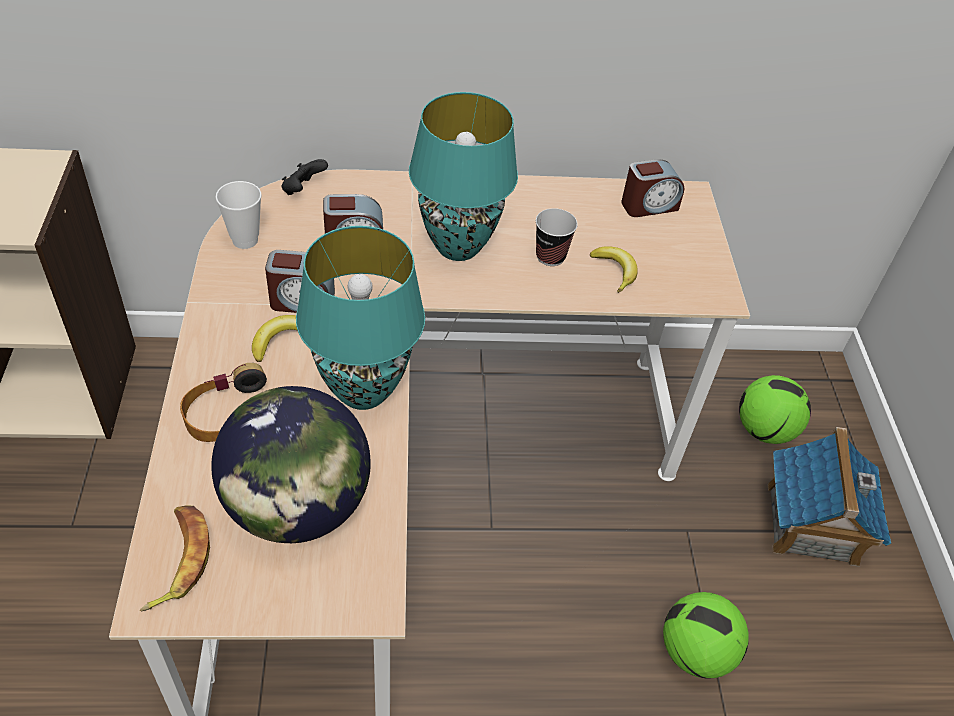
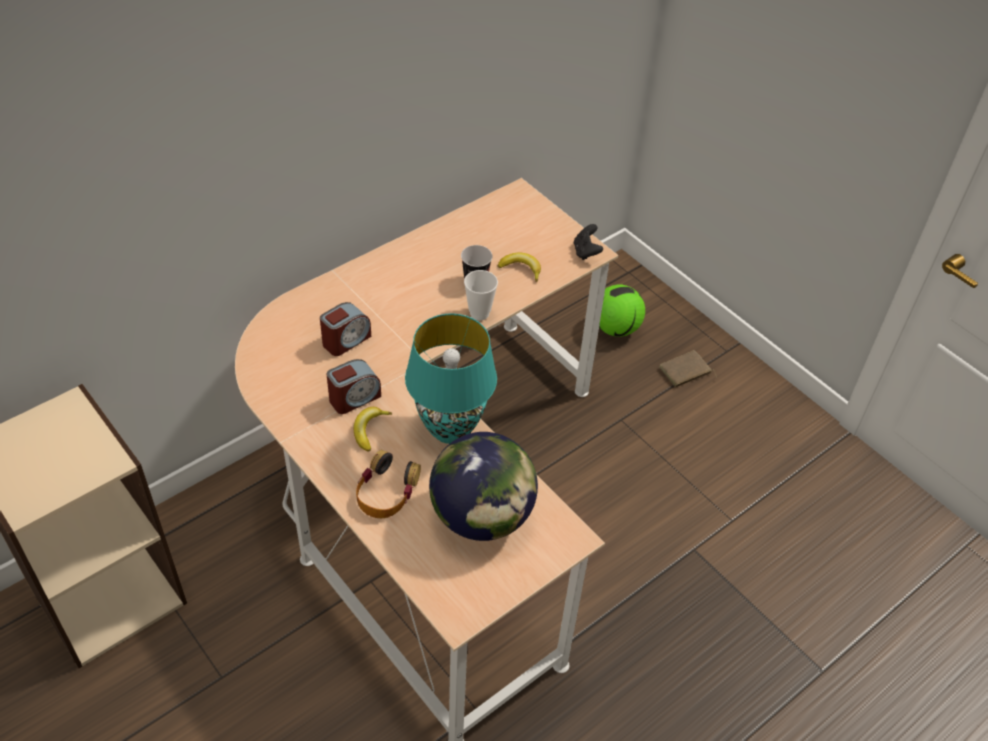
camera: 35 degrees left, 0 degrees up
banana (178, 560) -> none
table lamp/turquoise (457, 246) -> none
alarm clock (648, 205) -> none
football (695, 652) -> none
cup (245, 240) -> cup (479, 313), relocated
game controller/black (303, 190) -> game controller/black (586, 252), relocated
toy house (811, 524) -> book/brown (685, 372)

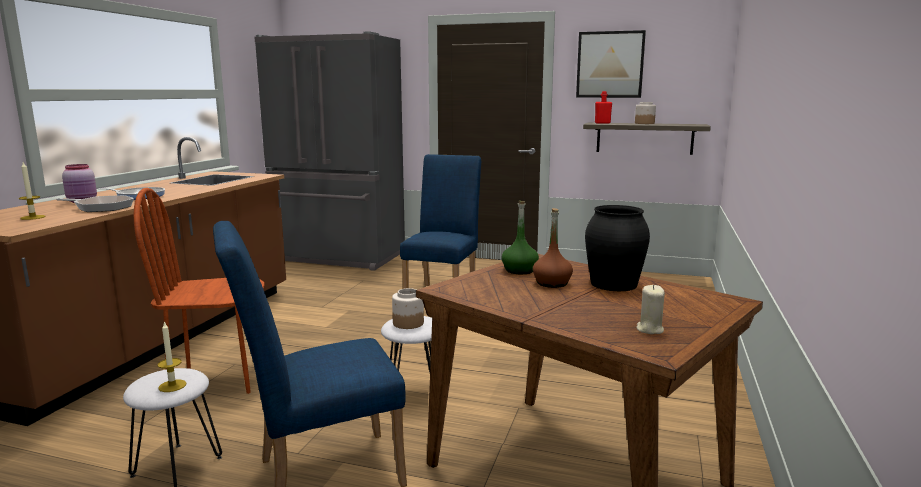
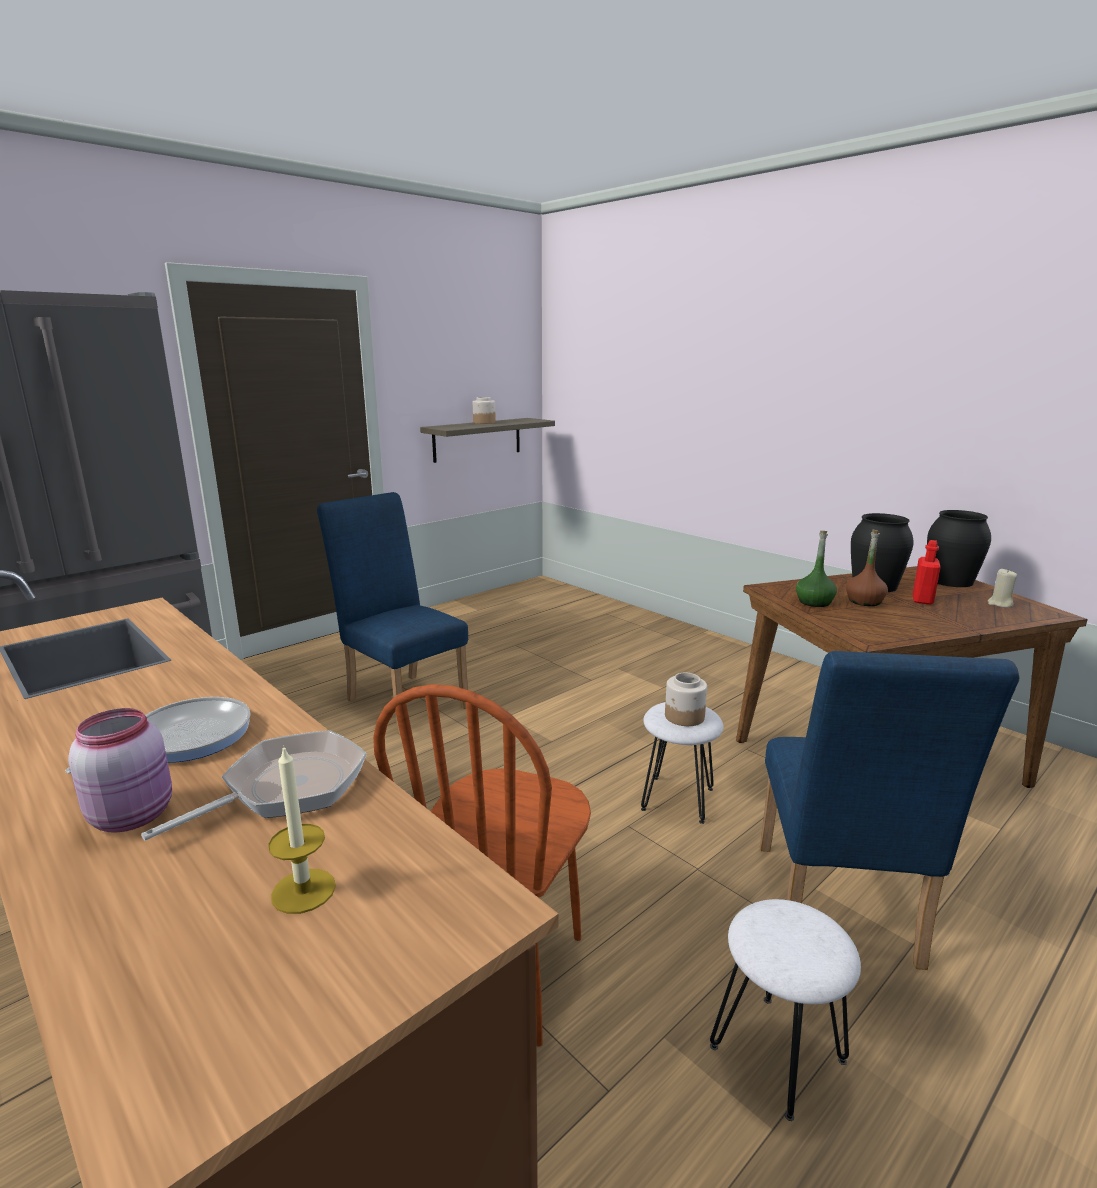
camera: 60 degrees left, 5 degrees up
candle (172, 386) -> none
picture (610, 64) -> none
none -> vase/black (950, 581)
bottle/red (602, 123) -> bottle/red (922, 600), relocated

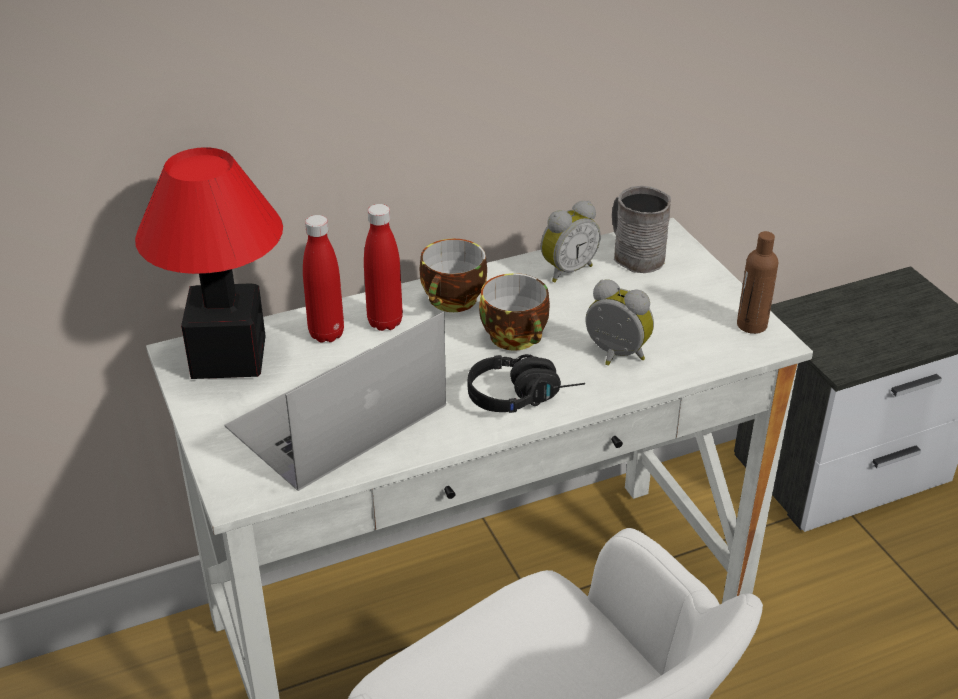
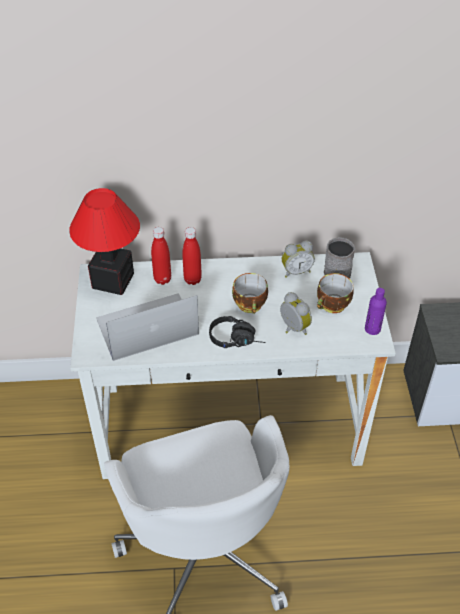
camera: 20 degrees right, 10 degrees up
cup (453, 302) -> cup (332, 306), relocated
bottle/brown (751, 325) -> bottle/purple (372, 329)

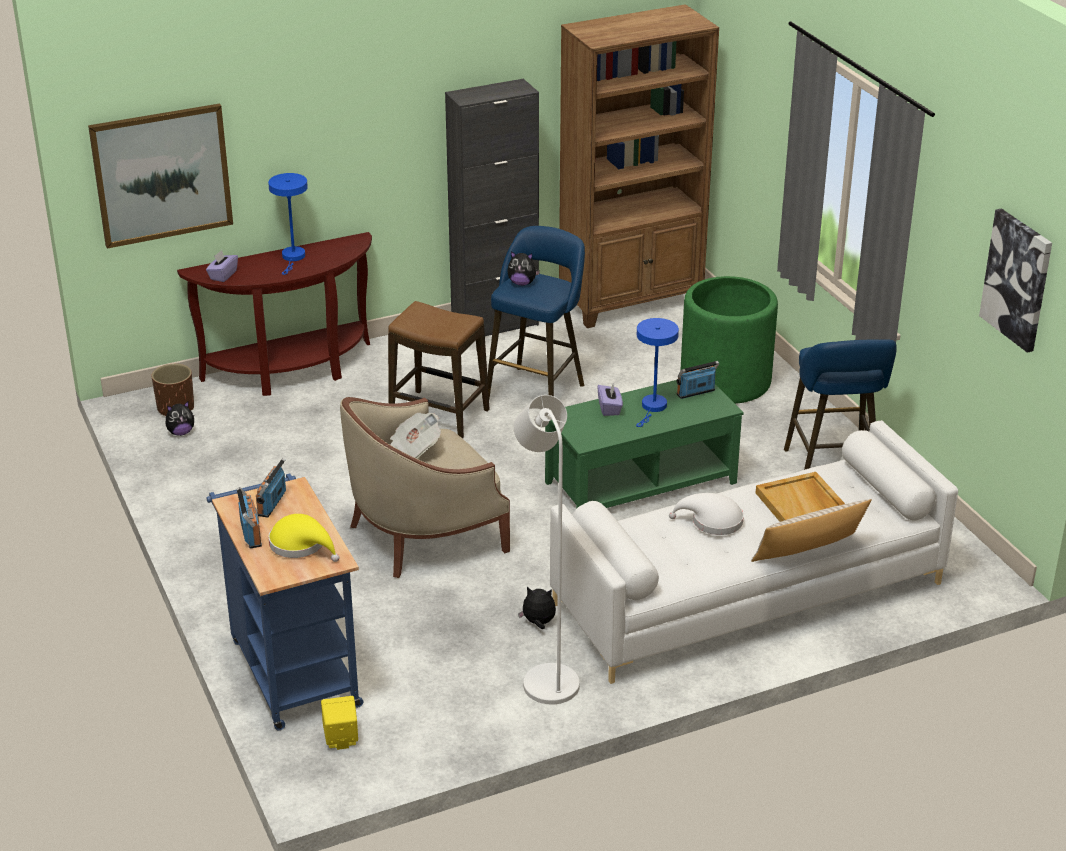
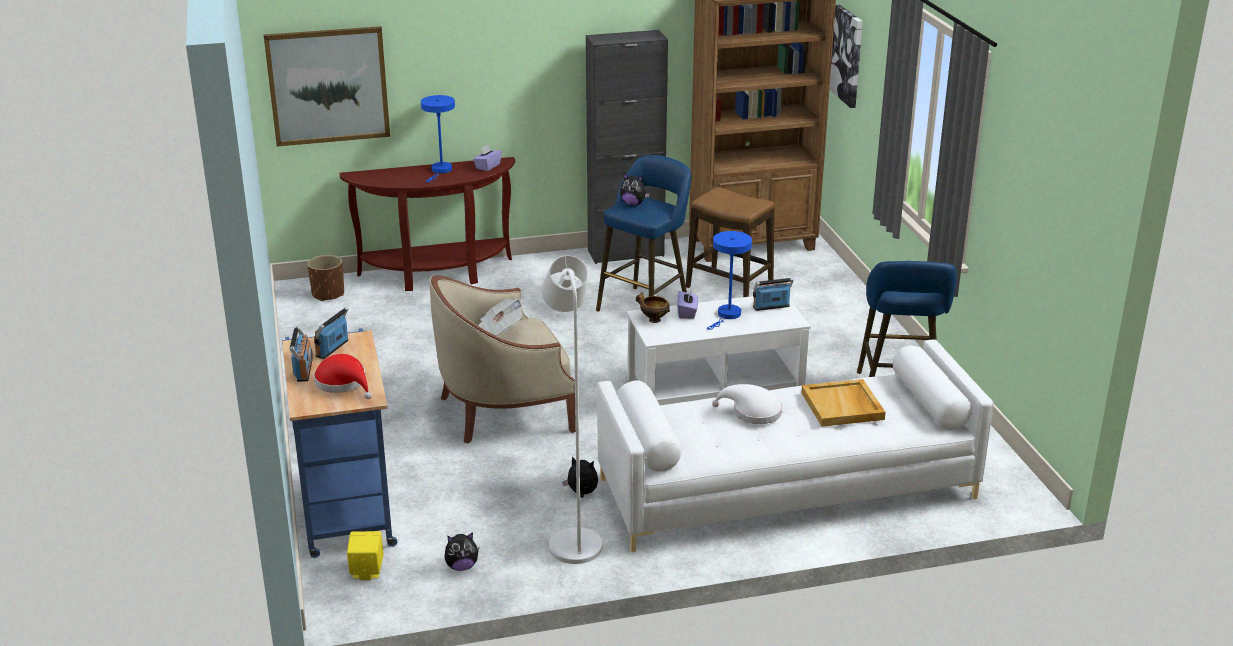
camera: 10 degrees right, 5 degrees down
planter/green (725, 381) -> none
pillow/beige (808, 551) -> none
none -> bowl (653, 320)
plush toy (181, 432) -> plush toy (462, 567), relocated
tissue box/purple (223, 275) -> tissue box/purple (487, 166), relocated
stool (439, 415) -> stool (729, 287), relocated
picture (1017, 279) -> picture (847, 56), relocated
hat/yellow (301, 545) -> hat/red (343, 383)
coffee table/green (640, 483) -> coffee table/white (715, 387)

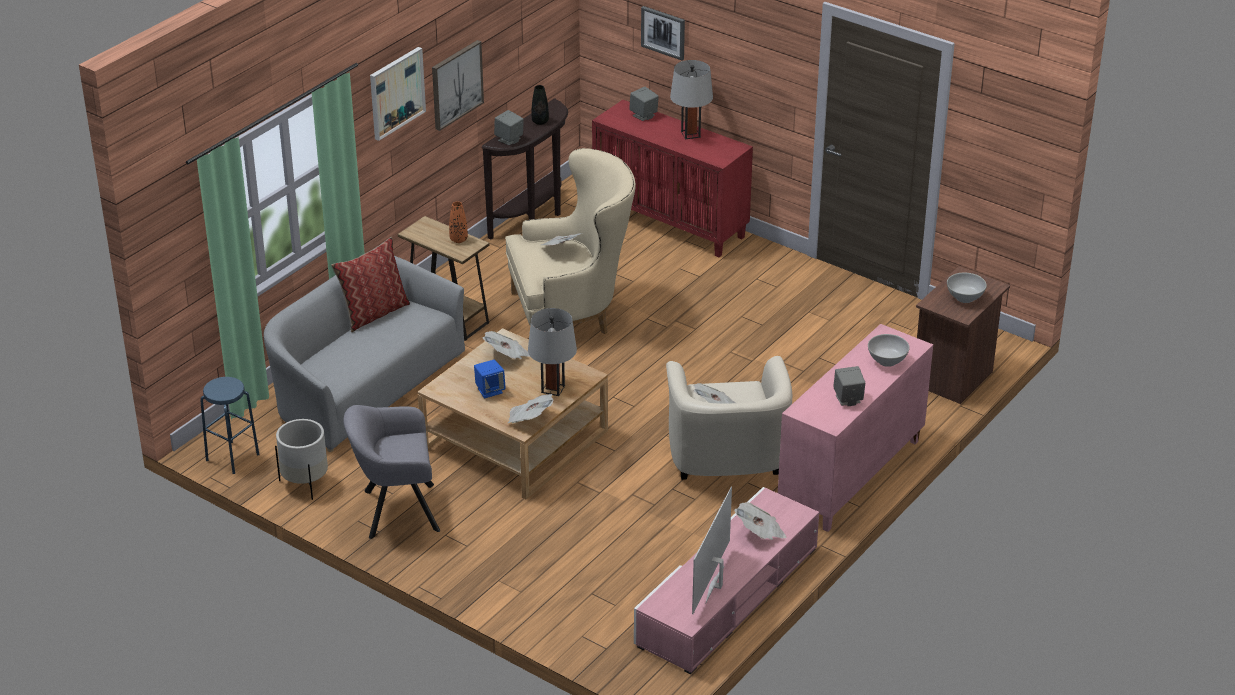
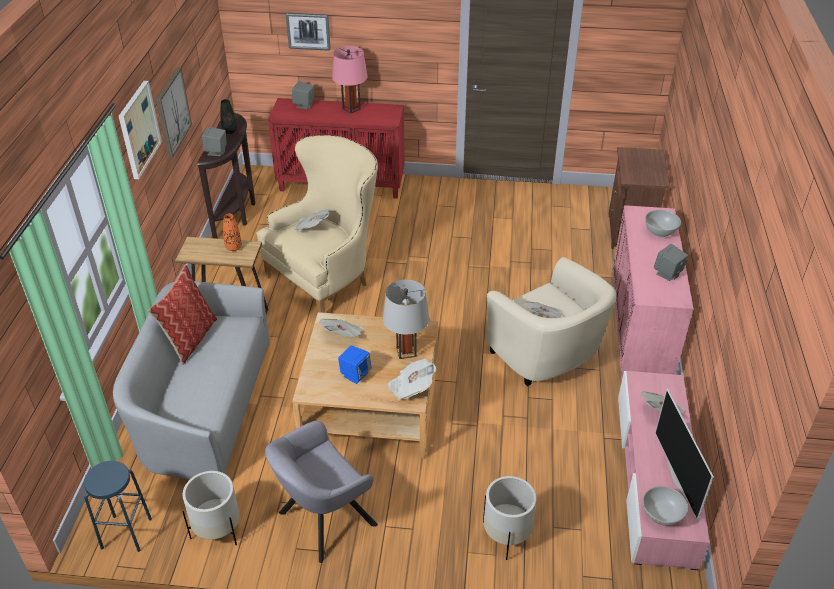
camera: 30 degrees left, 5 degrees up
none -> planter/white (506, 535)
bowl/white (965, 298) -> bowl/white (661, 515), relocated
table lamp/grey (690, 134) -> table lamp/pink (351, 108)

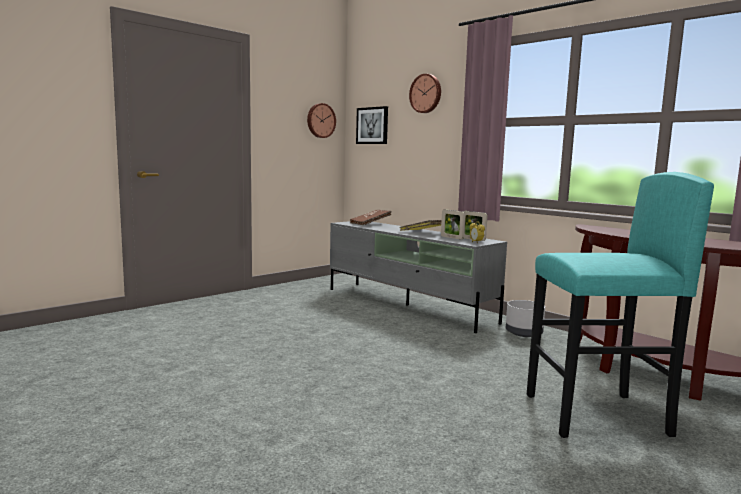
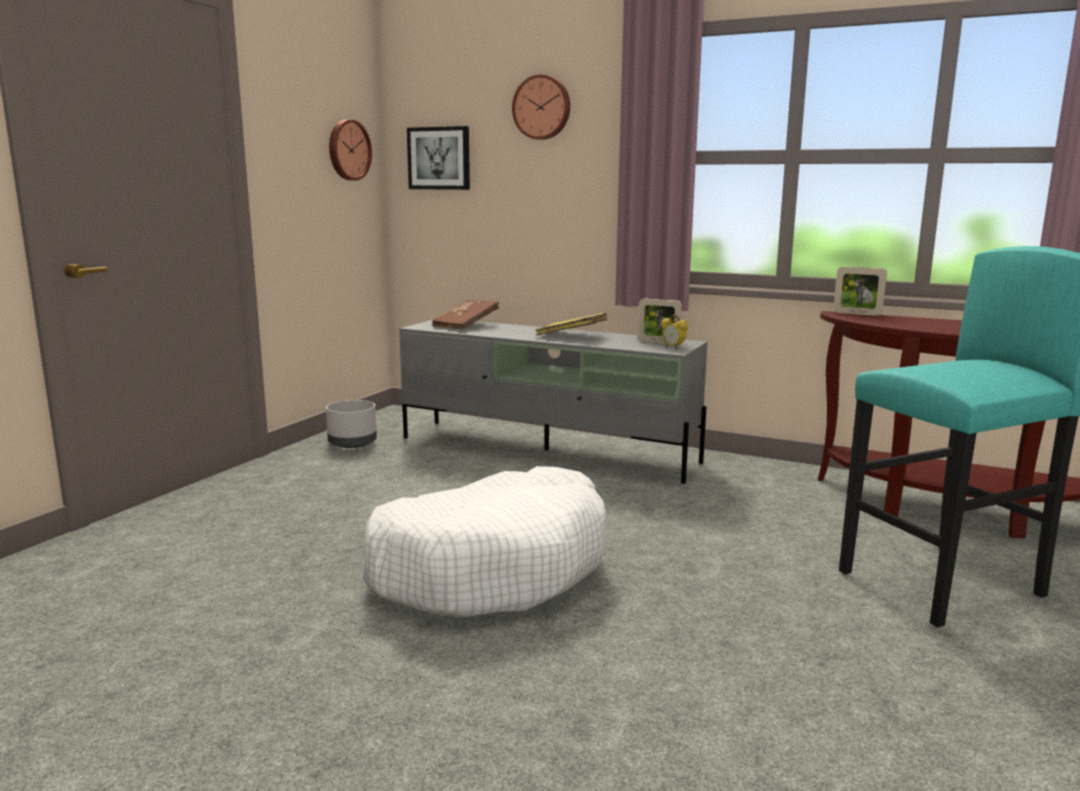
camera: 20 degrees left, 5 degrees up
none -> dog bed/white (491, 567)
picture frame (452, 237) -> picture frame (857, 314), relocated
planter/grey (524, 333) -> planter/grey (353, 443), relocated

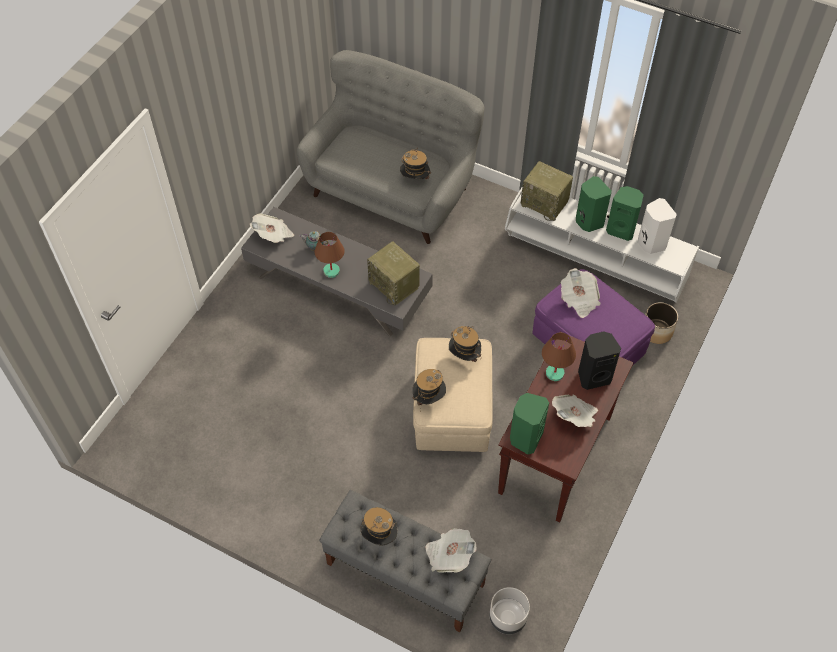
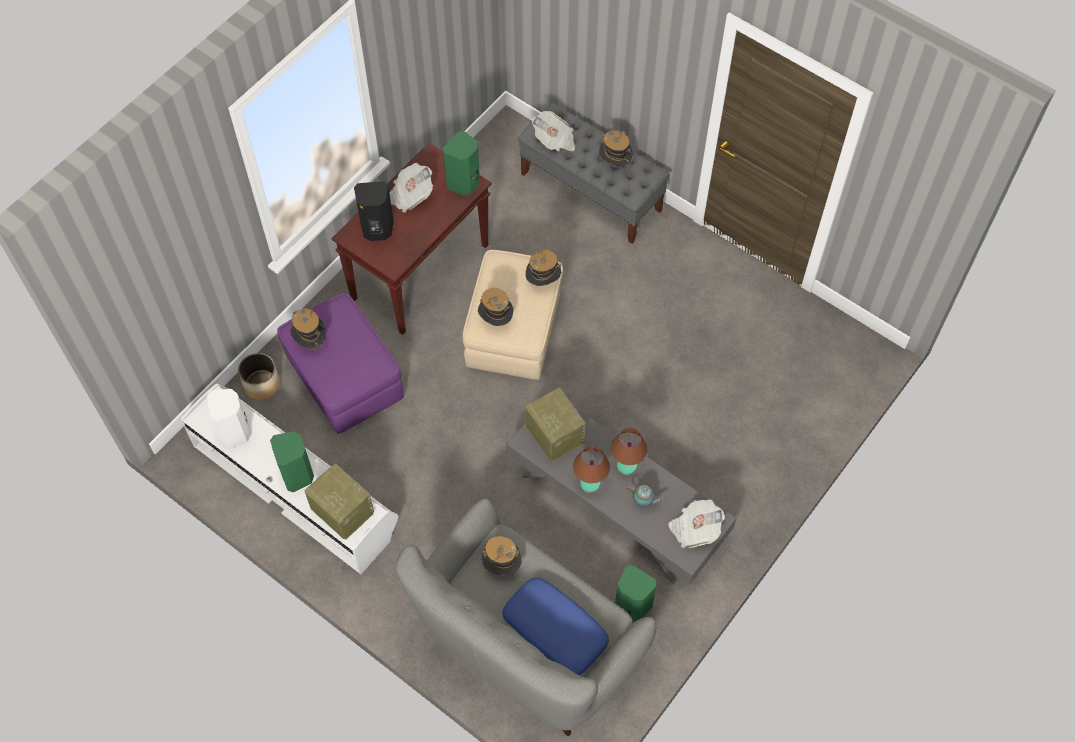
camera: 170 degrees left, 5 degrees up
planter/grey (507, 618) -> none
newspaper (579, 300) -> none
none -> hat (311, 341)
none -> pillow/blue (554, 630)
table lamp/brown (554, 373) -> table lamp/brown (590, 484), relocated
speaker/green (621, 230) -> speaker/green (631, 606), relocated

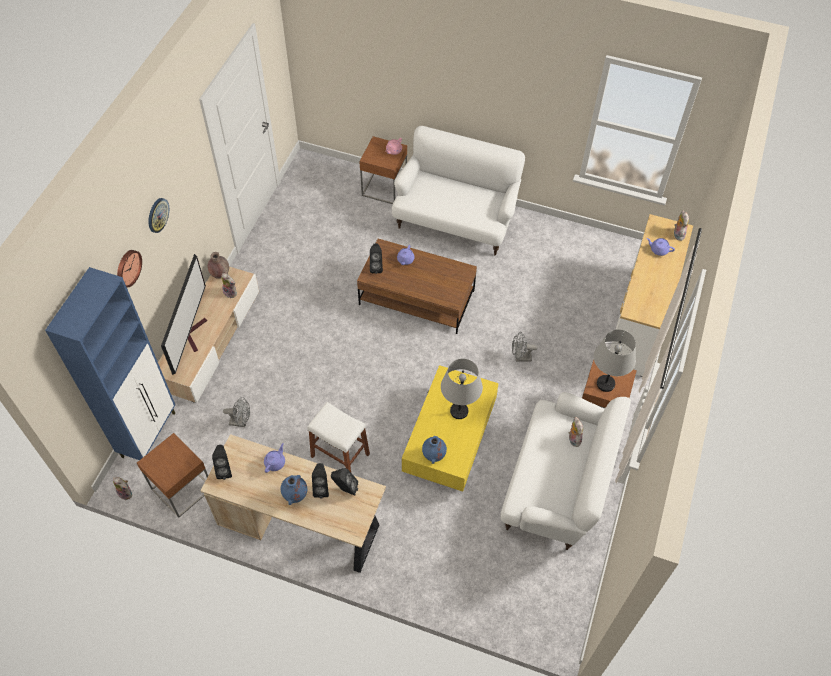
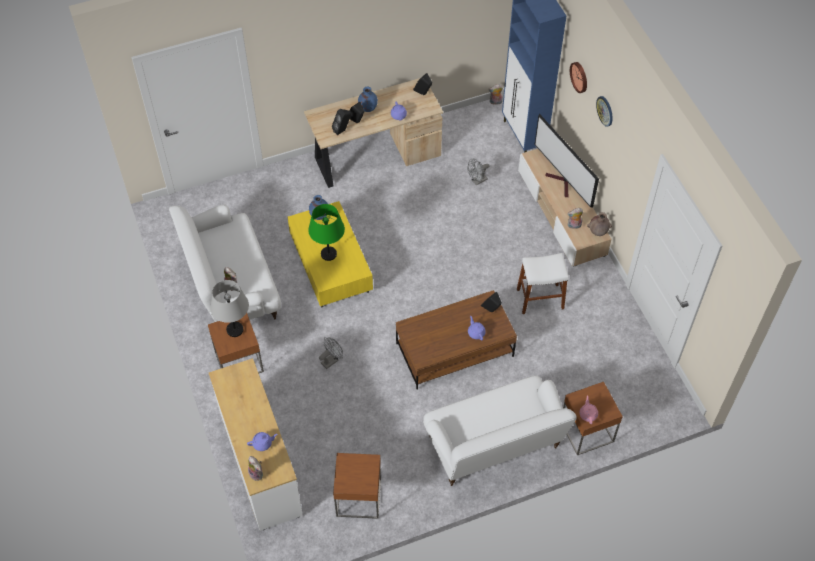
camera: 140 degrees right, 0 degrees up
side table/brown (182, 488) -> side table/brown (358, 498), relocated
stool/white (340, 455) -> stool/white (540, 299), relocated
table lamp/grey (458, 411) -> table lamp/green (329, 254)

